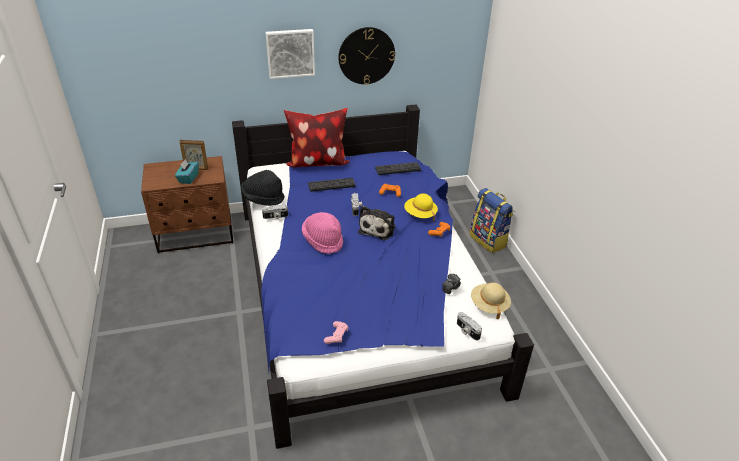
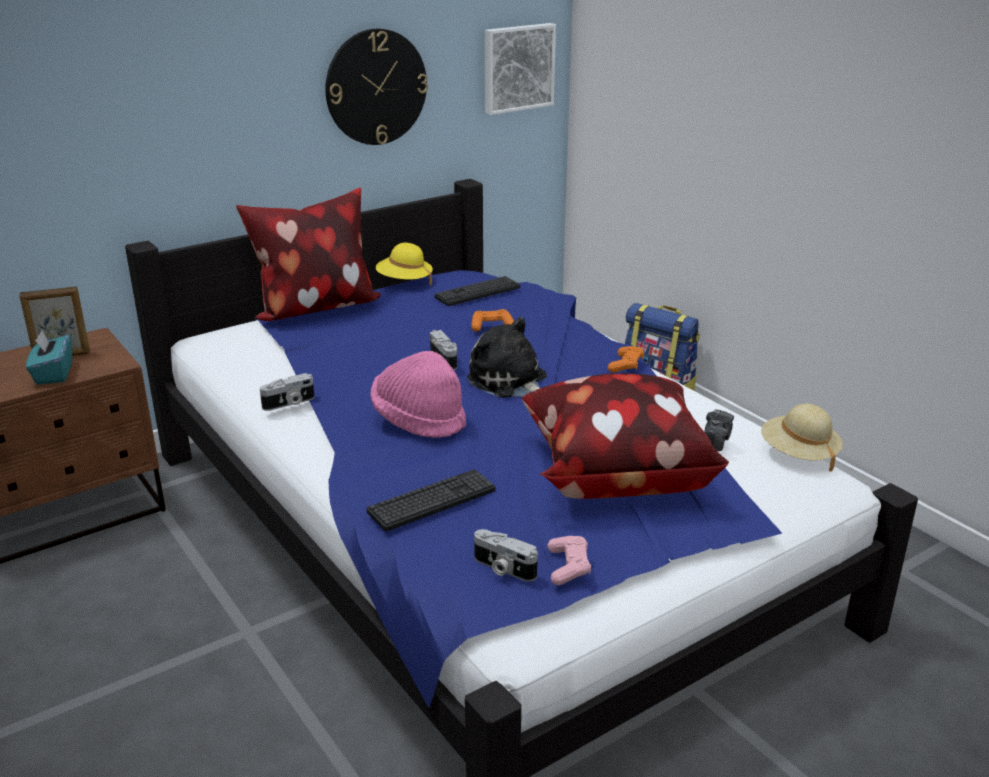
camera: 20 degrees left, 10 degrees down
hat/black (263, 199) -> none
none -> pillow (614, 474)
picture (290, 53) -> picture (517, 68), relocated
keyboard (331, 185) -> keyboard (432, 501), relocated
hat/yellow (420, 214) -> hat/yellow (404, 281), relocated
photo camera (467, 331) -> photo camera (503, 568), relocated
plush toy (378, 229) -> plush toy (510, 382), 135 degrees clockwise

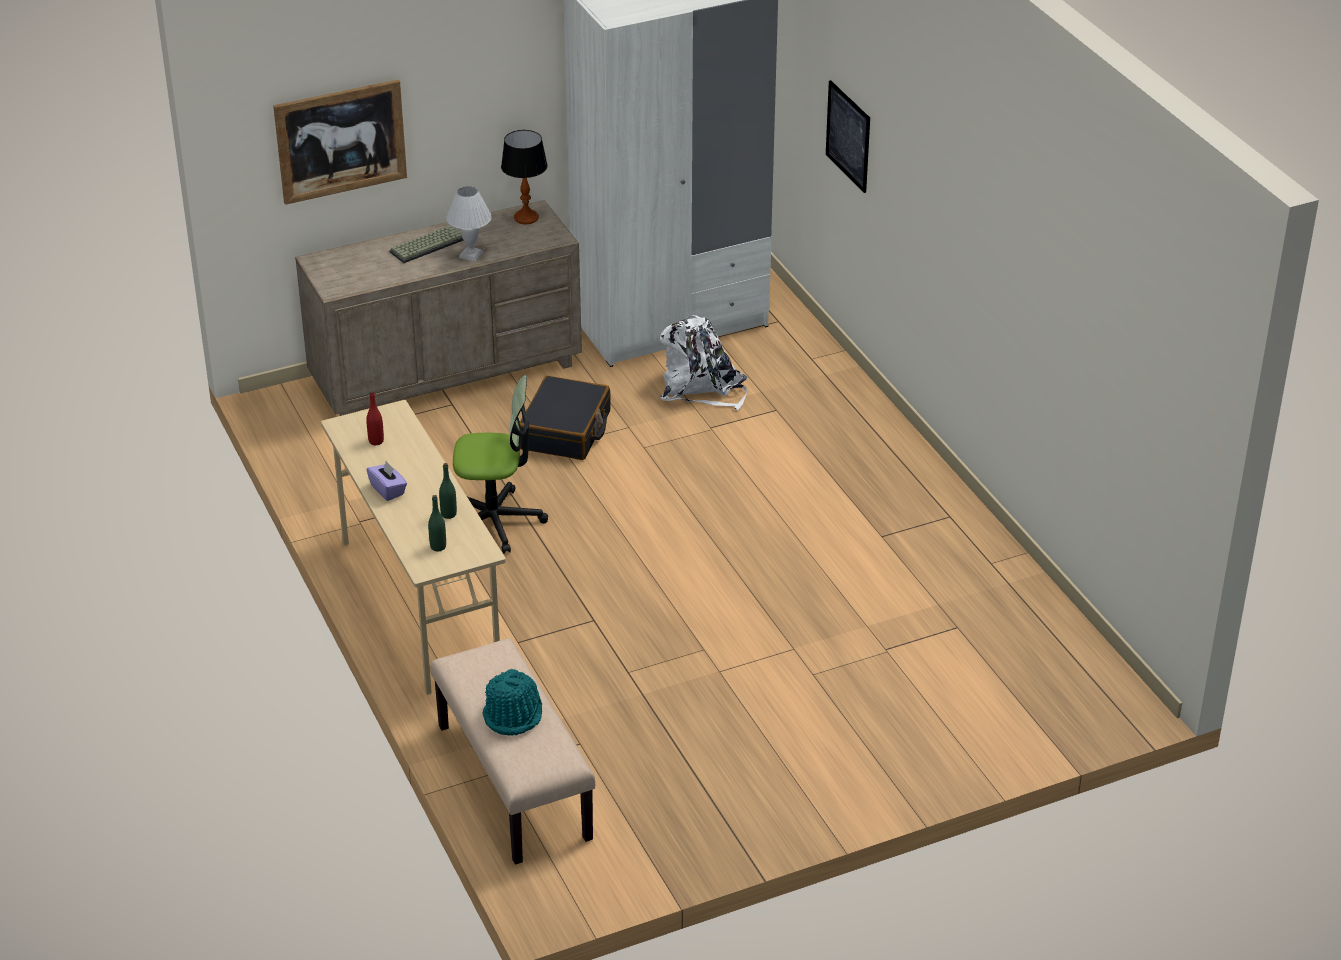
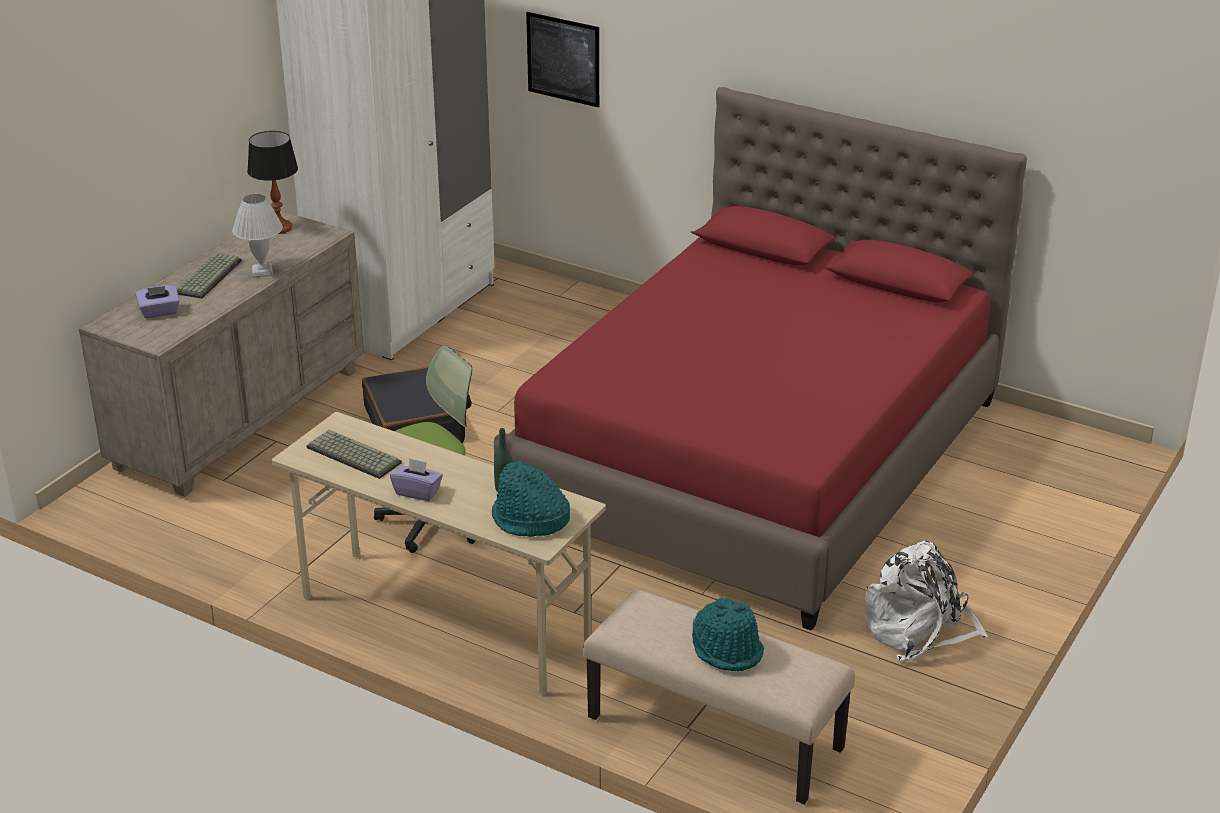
camera: 35 degrees left, 5 degrees down
picture (340, 141) -> none
none -> tissue box/purple (159, 312)
none -> bed/red (758, 458)
backpack/white (701, 389) -> backpack/white (919, 629), relocated
bottle/red (376, 441) -> keyboard (352, 456)
bottle/green (438, 547) -> hat/turquoise (529, 520)

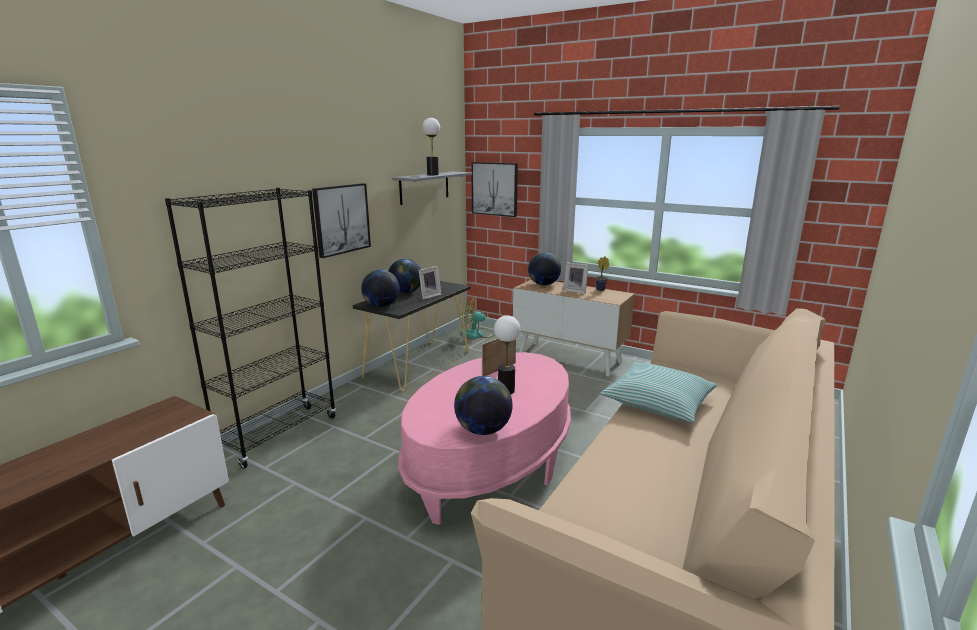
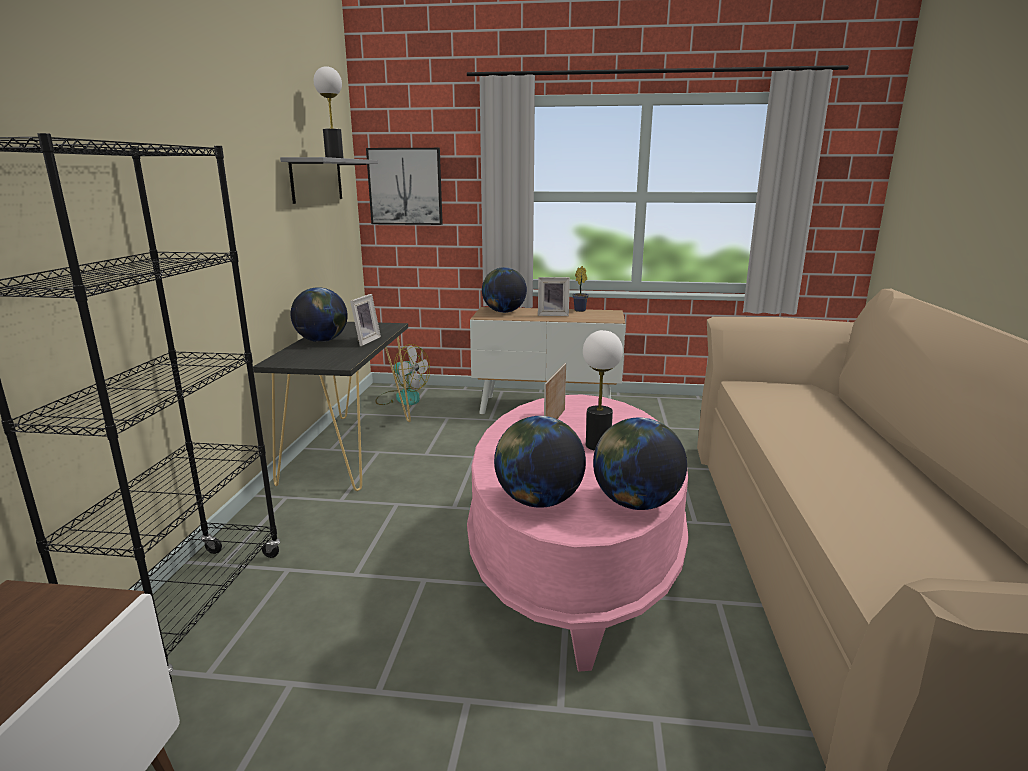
camera: 25 degrees left, 0 degrees up
picture (341, 219) -> none
pillow (658, 402) -> none
globe (381, 306) -> globe (538, 501), relocated
fan (477, 334) -> fan (402, 397), 120 degrees counterclockwise

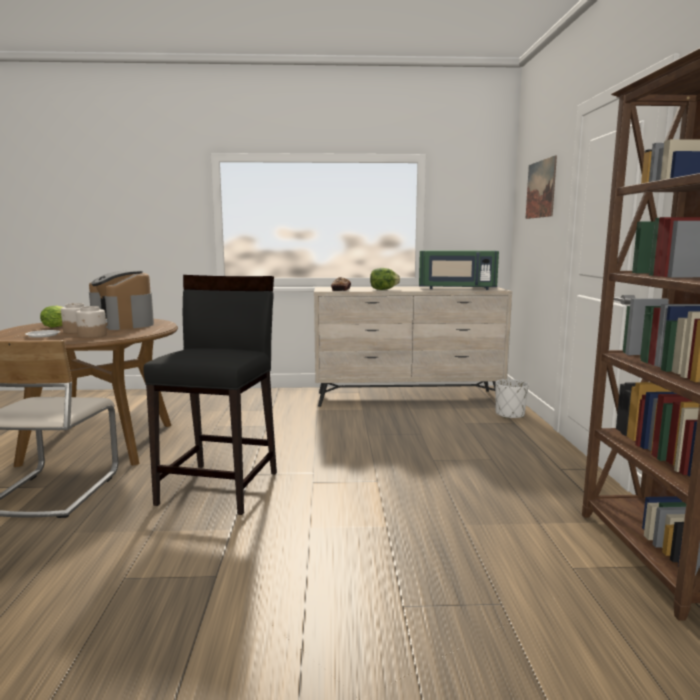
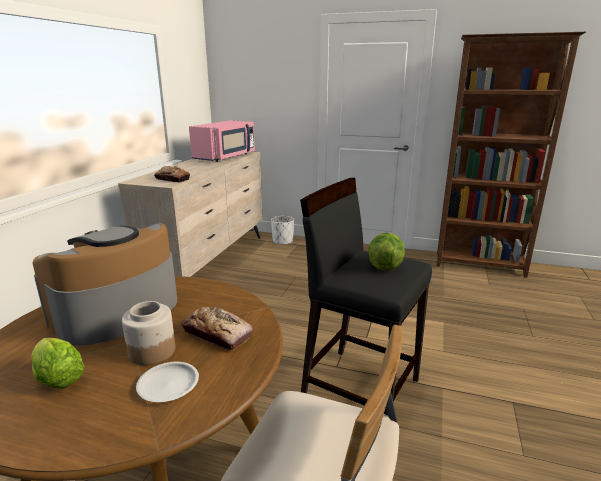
camera: 70 degrees left, 10 degrees up
picture (540, 189) -> none
lettuce (383, 289) -> lettuce (385, 266), relocated
jar (92, 335) -> bread (217, 334)
microwave/green (457, 288) -> microwave/pink (226, 157)
coffee machine (123, 324) -> coffee machine (117, 312), 150 degrees clockwise

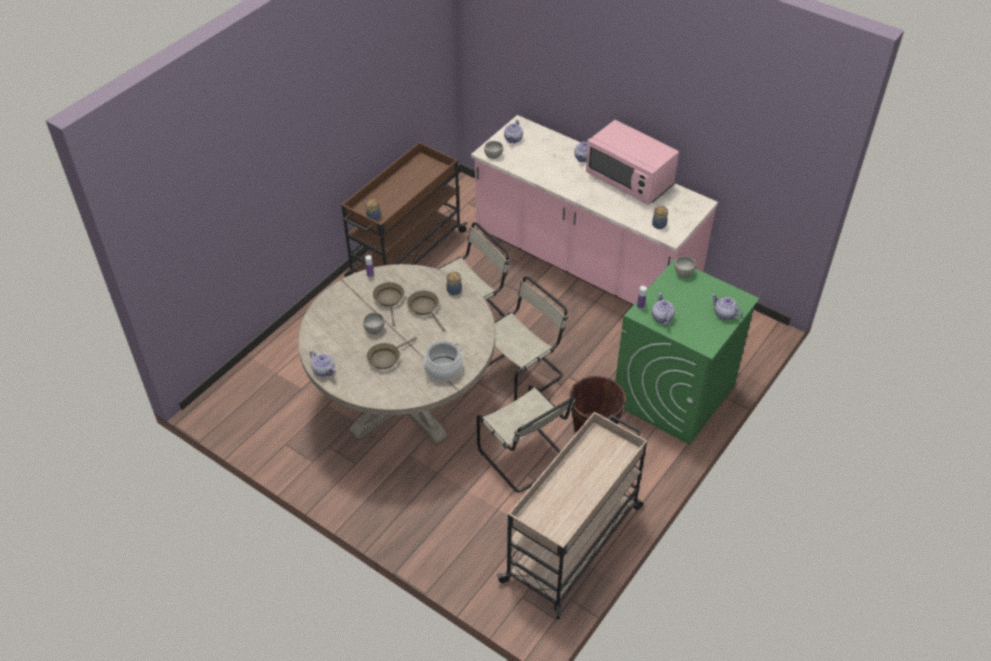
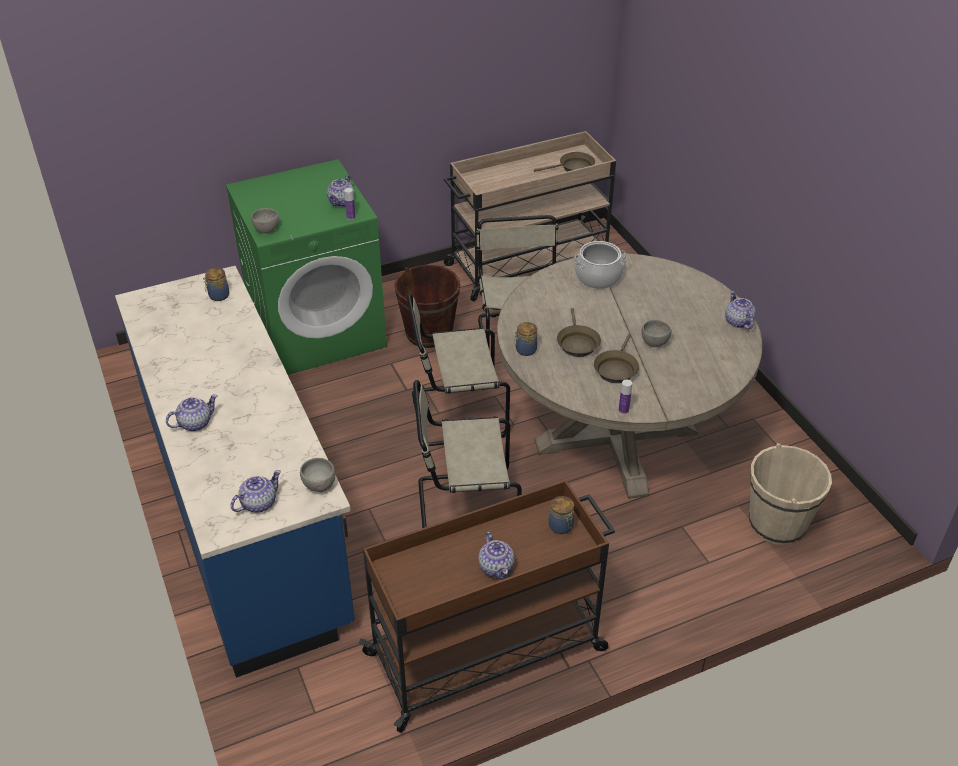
camera: 150 degrees left, 5 degrees down
microwave/pink (630, 181) -> none
none -> bucket/beige (777, 523)
frying pan/brown (386, 358) -> frying pan/brown (573, 168), relocated
teapot (724, 314) -> teapot (496, 567), relocated
counter/pink (584, 262) -> counter/blue (247, 517)

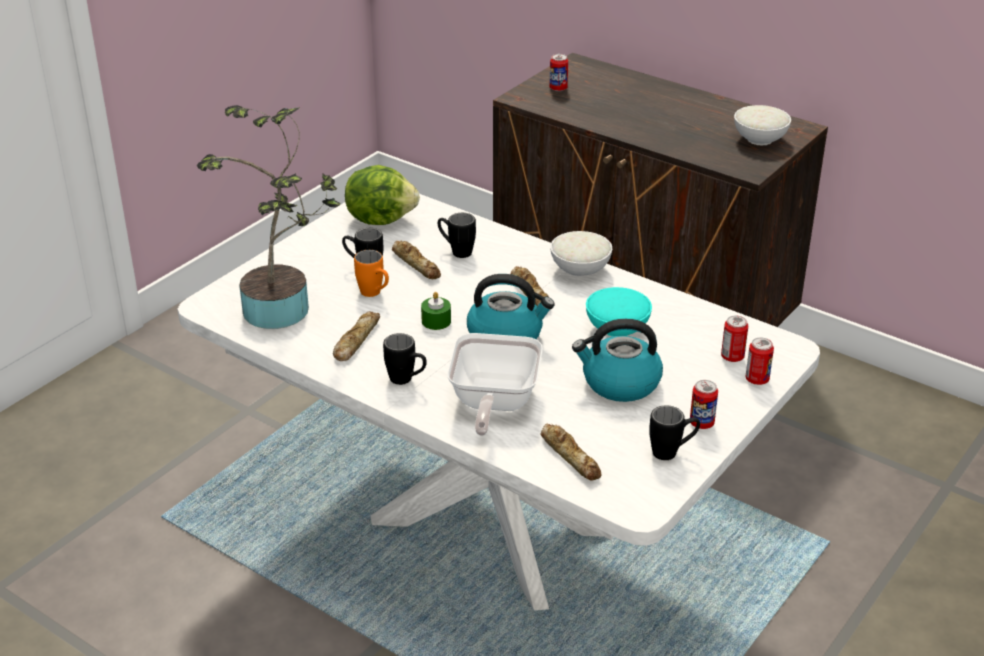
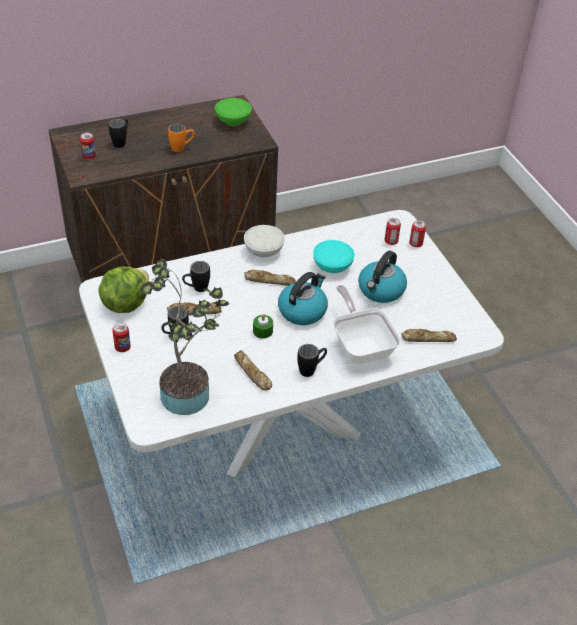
camera: 60 degrees left, 10 degrees up
mug/orange (375, 294) -> mug/orange (182, 148), relocated
mug/black (672, 452) -> mug/black (121, 142), relocated
can (701, 423) -> can (122, 347), relocated
bowl/white (760, 139) -> bowl/green (233, 121)
frying pan (492, 404) -> frying pan (361, 346), 150 degrees counterclockwise

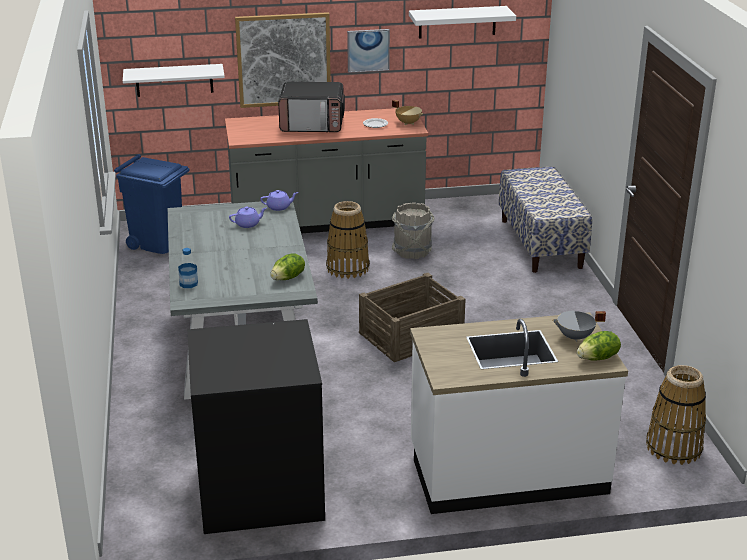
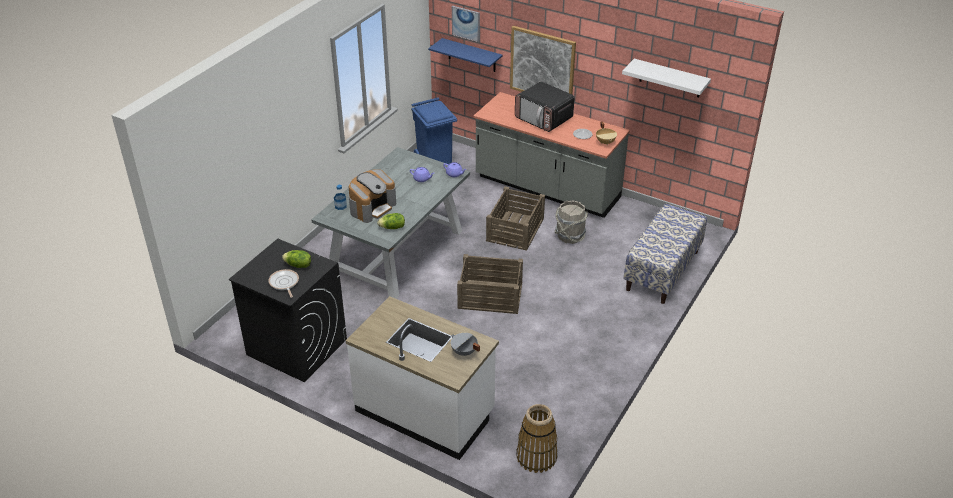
camera: 40 degrees right, 10 degrees up
none -> frying pan (284, 283)
none -> coffee machine (372, 207)
picture (368, 50) -> picture (466, 23), relocated
lettuce (598, 358) -> lettuce (298, 265), relocated
basket (348, 268) -> crate (515, 229)
shelf/white (174, 80) -> shelf/blue (471, 55)

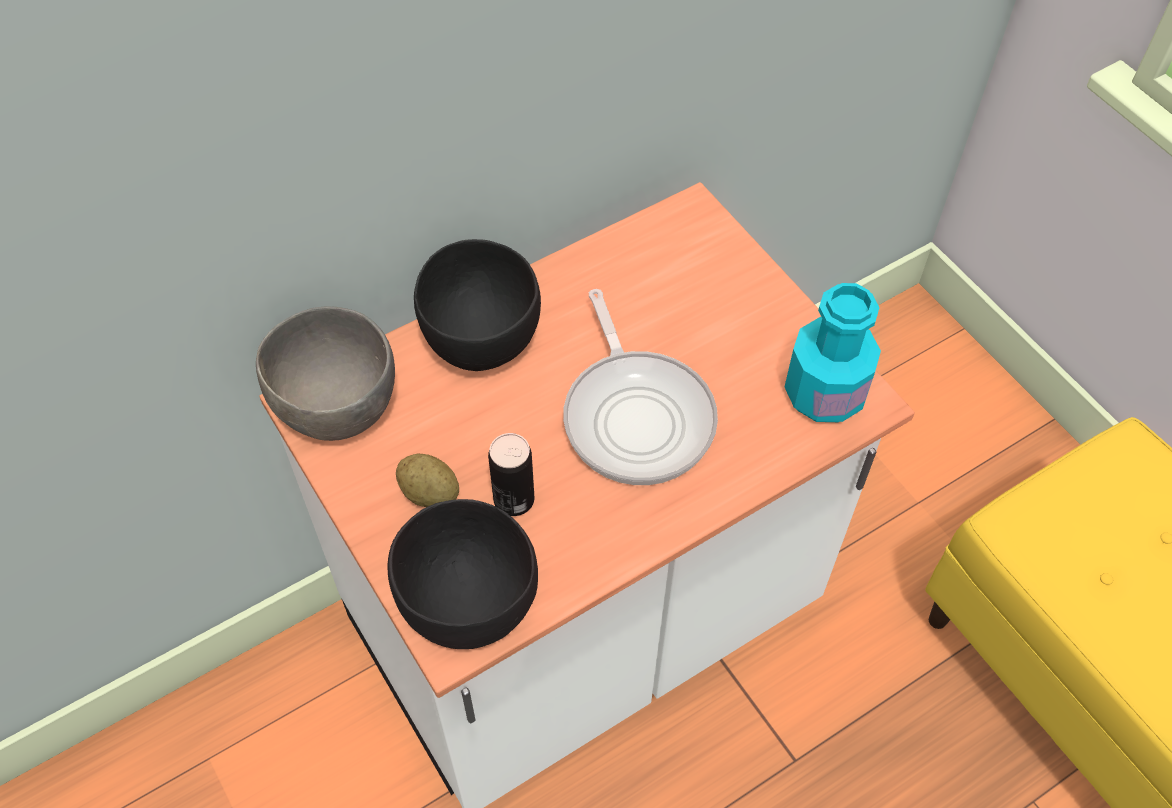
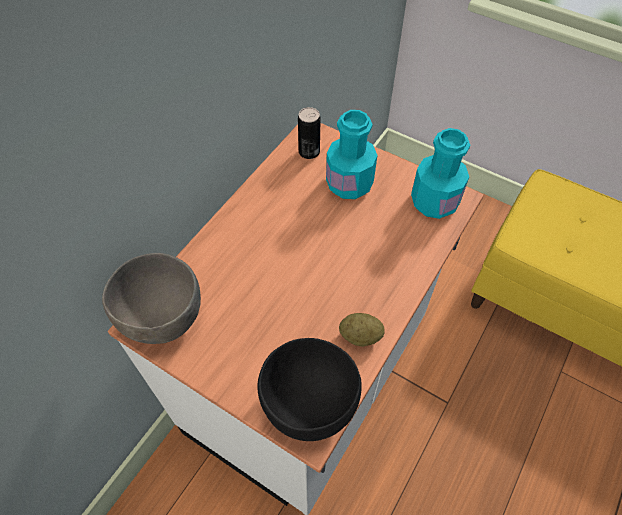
camera: 25 degrees left, 0 degrees up
bowl/black (481, 340) -> none
frying pan (636, 415) -> none
none -> bottle/turquoise (349, 184)
potato (429, 493) -> potato (360, 336), relocated
can (514, 499) -> can (309, 152), relocated

